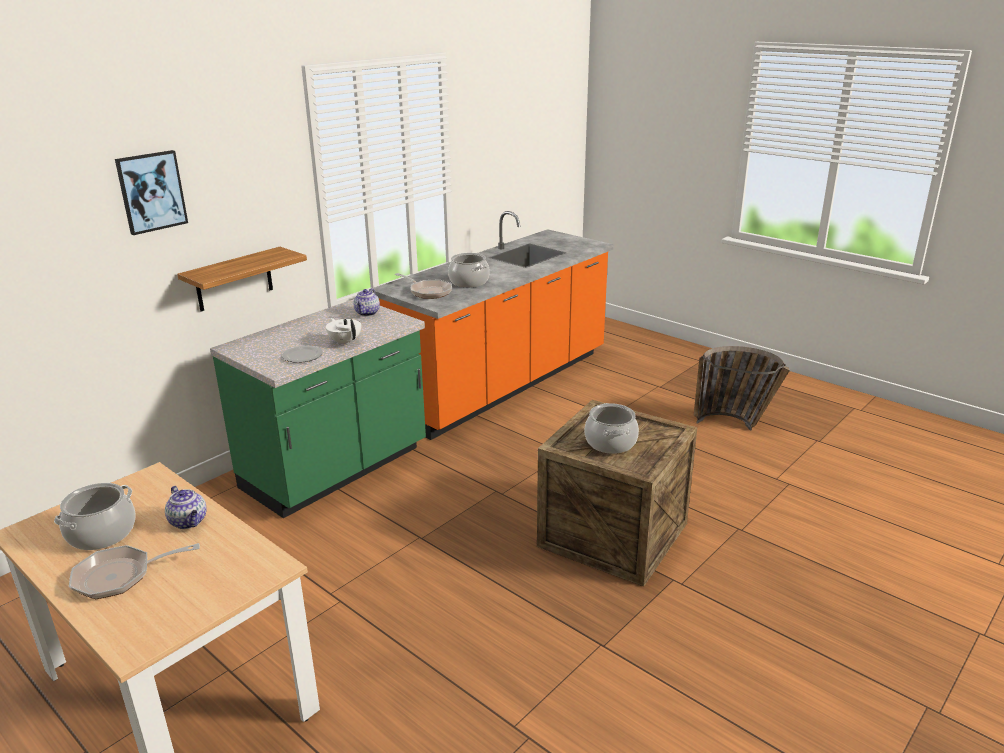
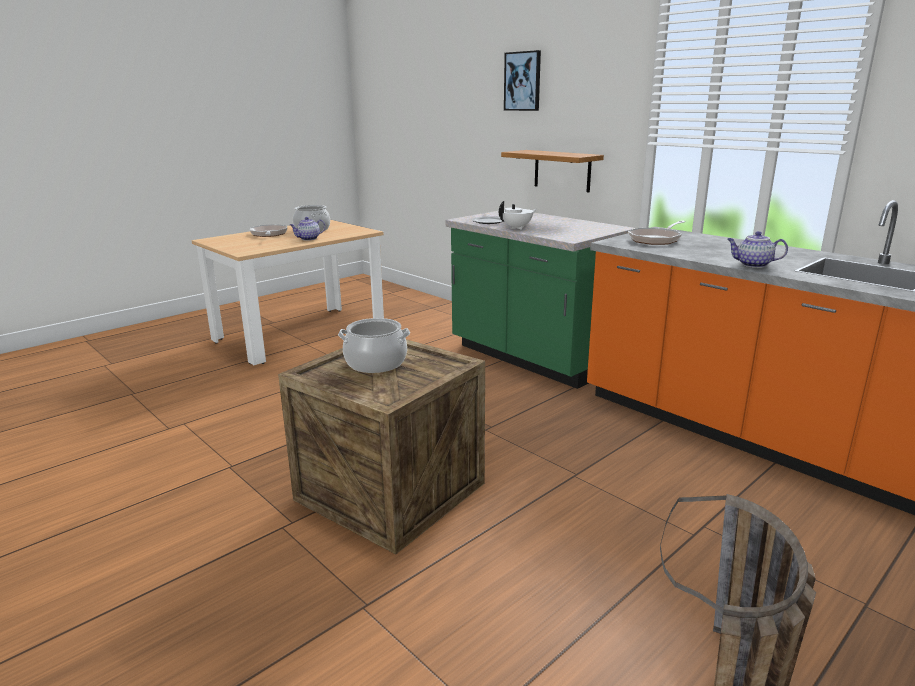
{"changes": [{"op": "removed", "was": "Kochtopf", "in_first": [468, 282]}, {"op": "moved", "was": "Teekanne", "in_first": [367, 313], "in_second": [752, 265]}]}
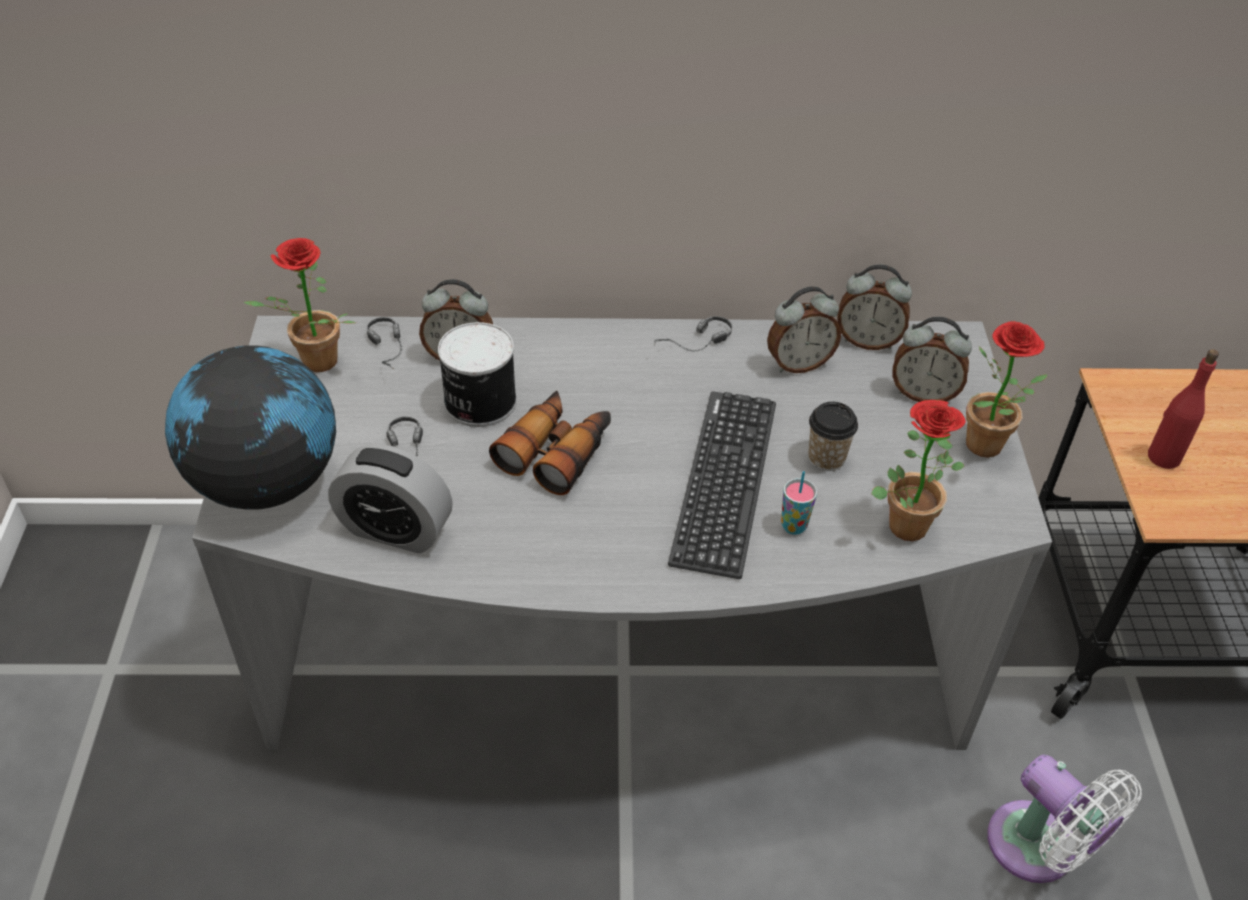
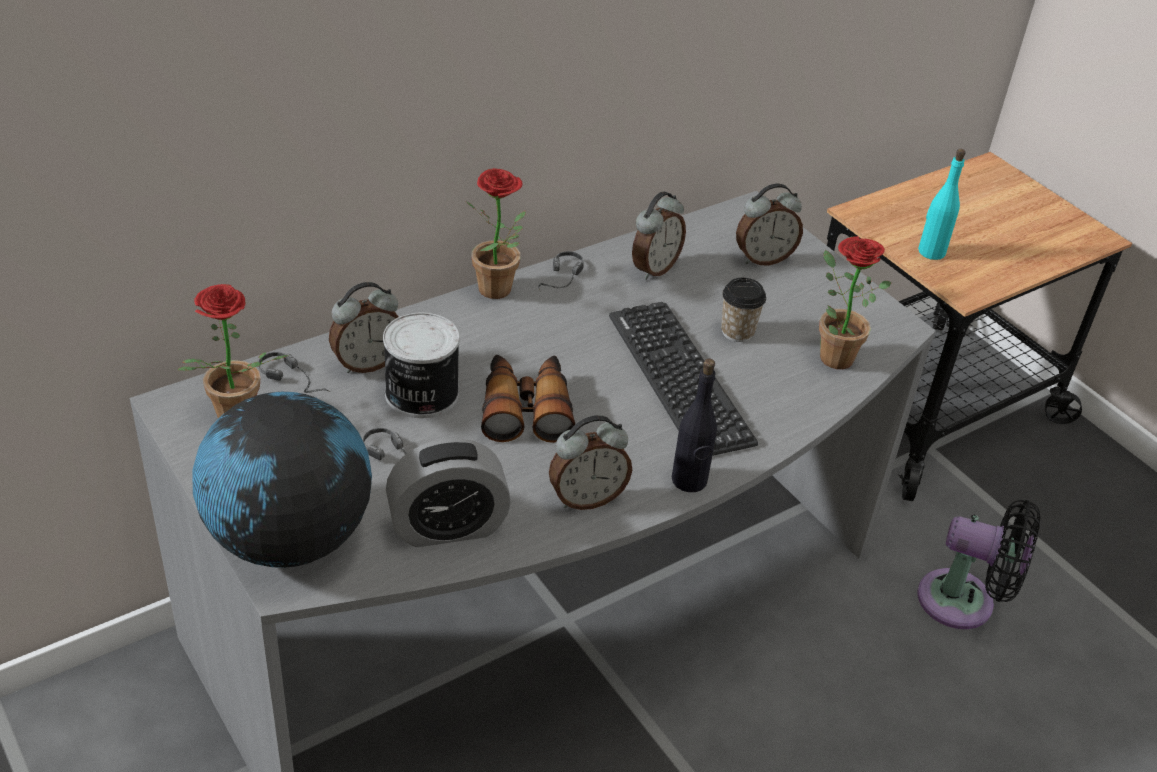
{"changes": [{"op": "moved", "was": "Wecker", "in_first": [868, 341], "in_second": [586, 498]}, {"op": "moved", "was": "Topfpflanze", "in_first": [986, 450], "in_second": [499, 293]}, {"op": "recoloured", "was": "Flasche (rot)", "now": "Flasche (türkis)", "in_first": [1163, 457], "in_second": [931, 252]}, {"op": "removed", "was": "Tasse", "in_first": [794, 526]}, {"op": "recoloured", "was": "Ventilator (weiß)", "now": "Ventilator (schwarz)", "in_first": [1039, 850], "in_second": [964, 602]}, {"op": "added", "now": "Flasche (schwarz)", "in_second": [689, 480]}]}
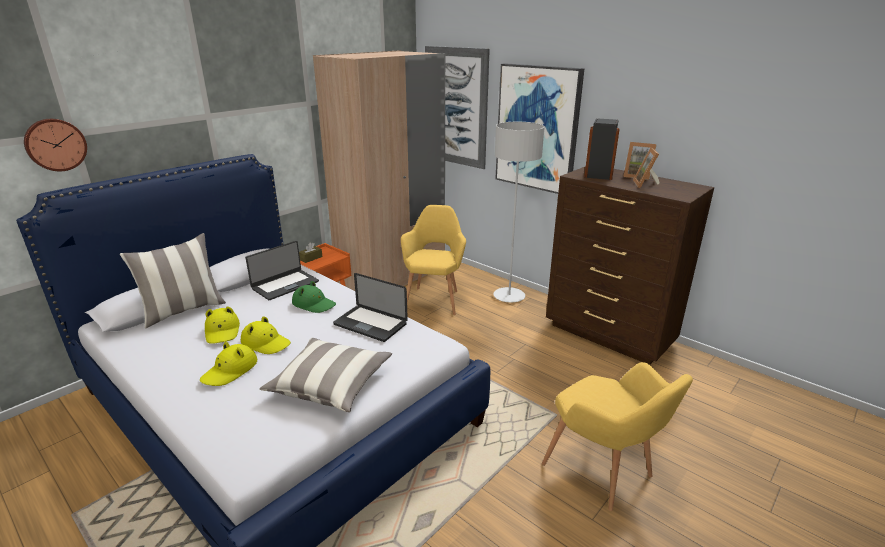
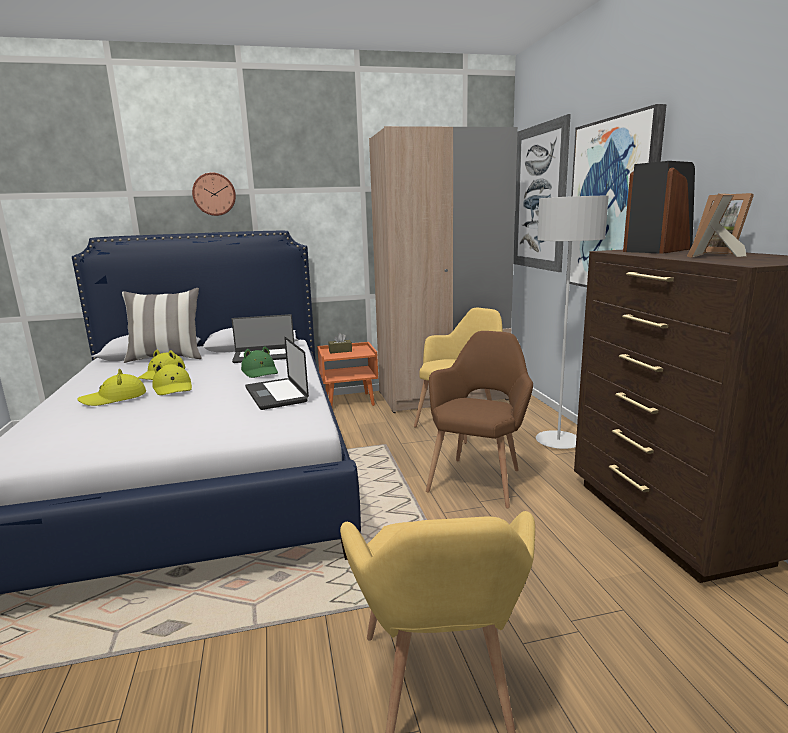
{"changes": [{"op": "moved", "was": "Wanduhr", "in_first": [55, 144], "in_second": [214, 194]}, {"op": "removed", "was": "Kissen", "in_first": [330, 385]}, {"op": "added", "now": "Sessel (braun)", "in_second": [479, 478]}]}
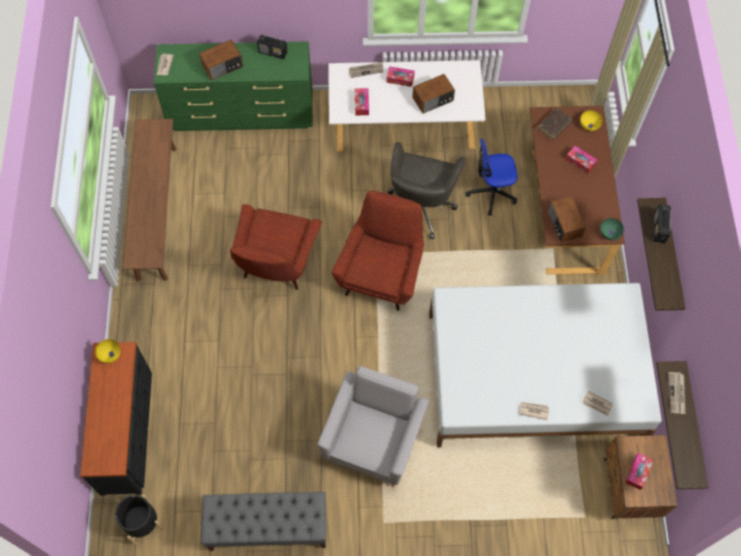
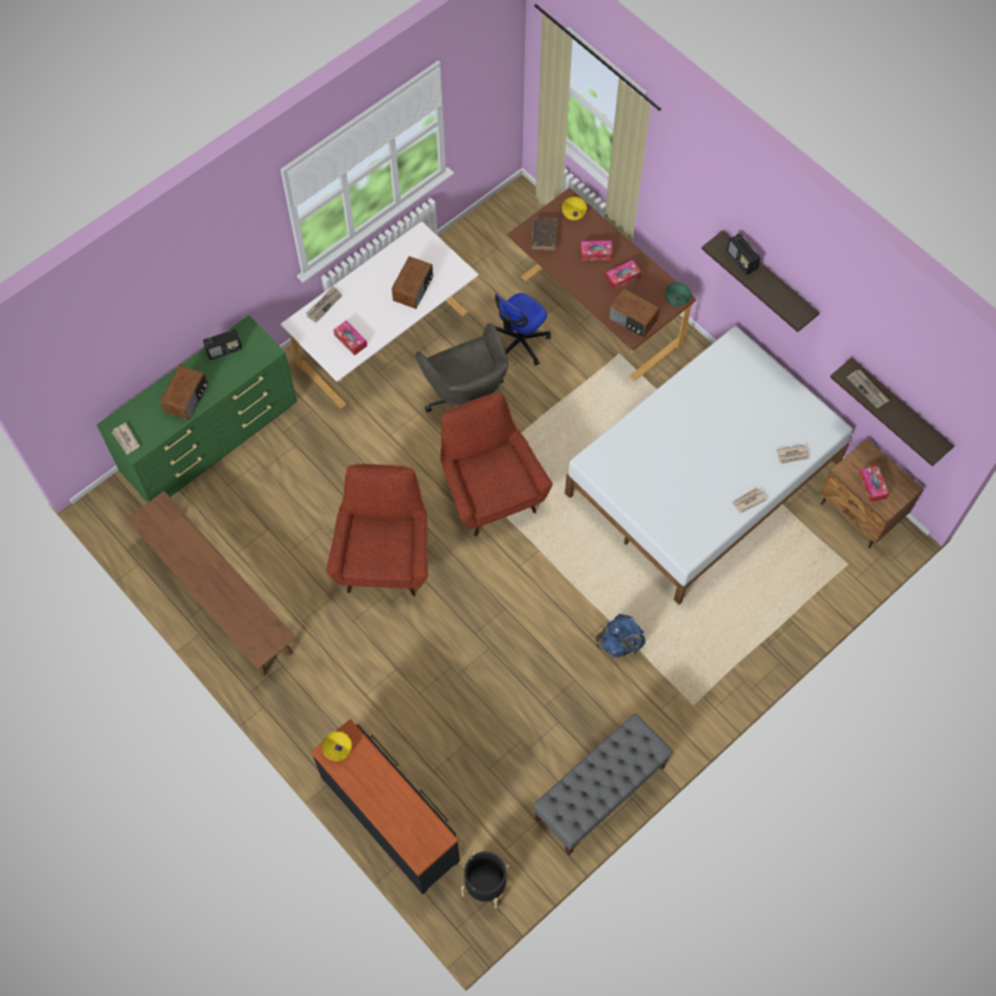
{"changes": [{"op": "moved", "was": "Taschentuchbox", "in_first": [400, 79], "in_second": [622, 278]}, {"op": "turned", "was": "Sessel (rot)", "in_first": [276, 264], "in_second": [384, 557], "clockwise": -150}, {"op": "replaced", "was": "Sessel (grau)", "now": "Rucksack (blau)", "in_first": [373, 440], "in_second": [620, 643]}]}
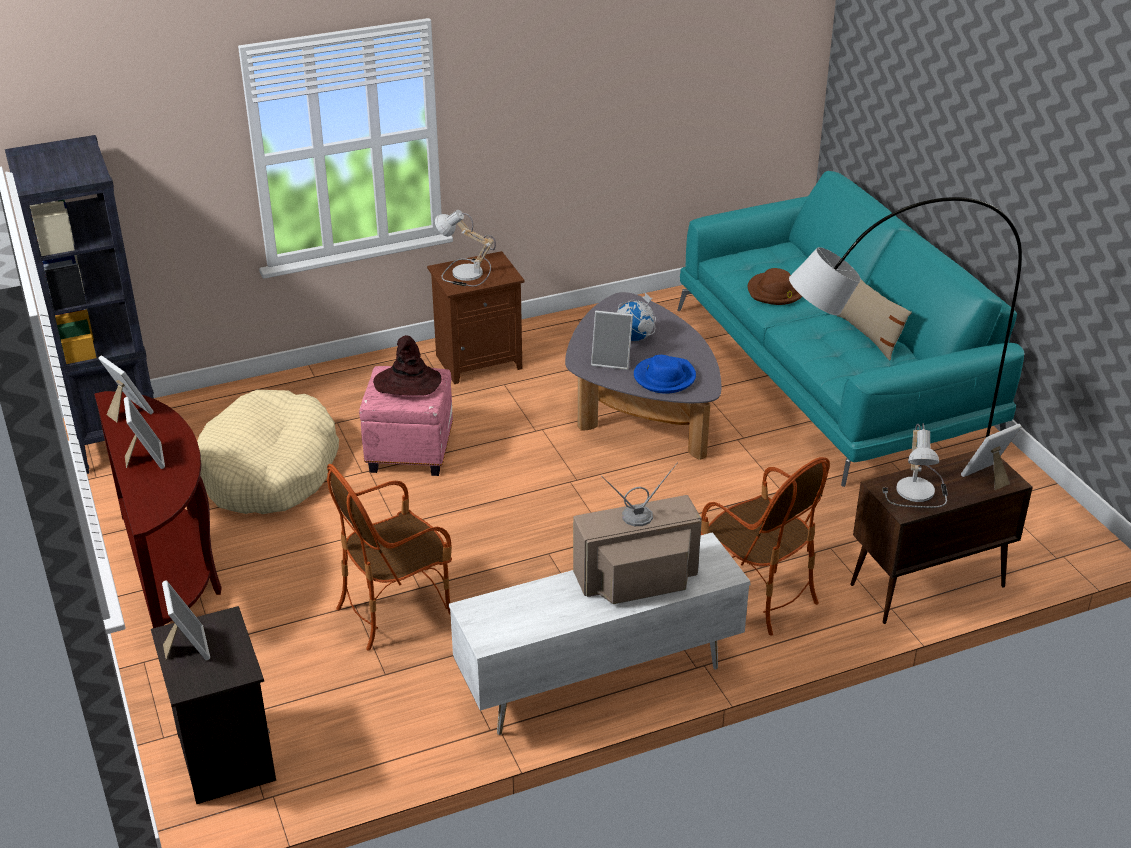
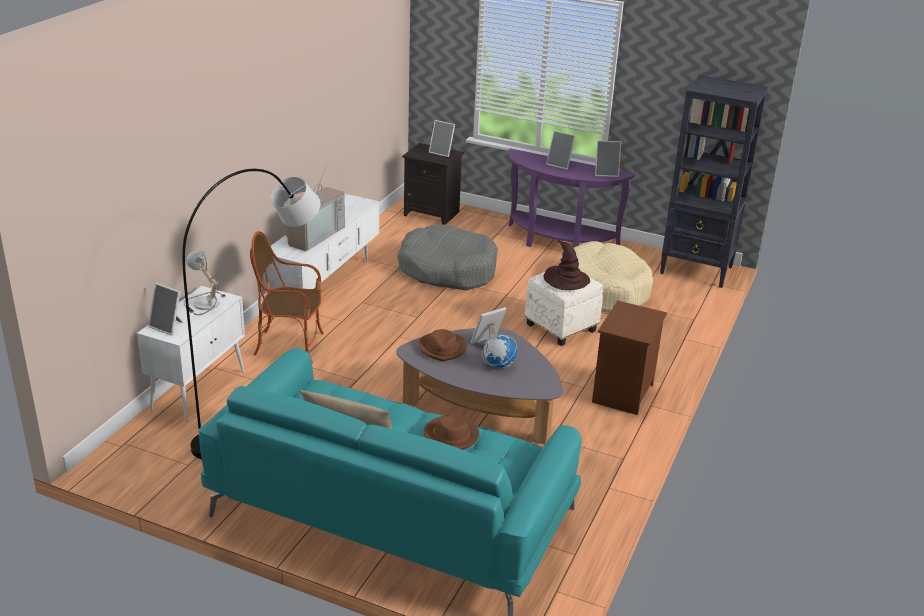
{"changes": [{"op": "removed", "was": "Tischlampe", "in_first": [464, 274]}, {"op": "recoloured", "was": "Hut (blau)", "now": "Hut (braun)", "in_first": [664, 377], "in_second": [443, 348]}, {"op": "recoloured", "was": "Polsterhocker (rosa)", "now": "Polsterhocker (weiß)", "in_first": [409, 451], "in_second": [562, 328]}, {"op": "recoloured", "was": "Konsolentisch (braun)", "now": "Konsolentisch (lila)", "in_first": [172, 573], "in_second": [558, 243]}, {"op": "turned", "was": "Bilderrahmen", "in_first": [987, 477], "in_second": [168, 327], "clockwise": 105}, {"op": "recoloured", "was": "Schrank (braun)", "now": "Schrank (weiß)", "in_first": [926, 586], "in_second": [199, 389]}, {"op": "replaced", "was": "Sessel", "now": "Hundebett (grau)", "in_first": [396, 610], "in_second": [447, 270]}]}
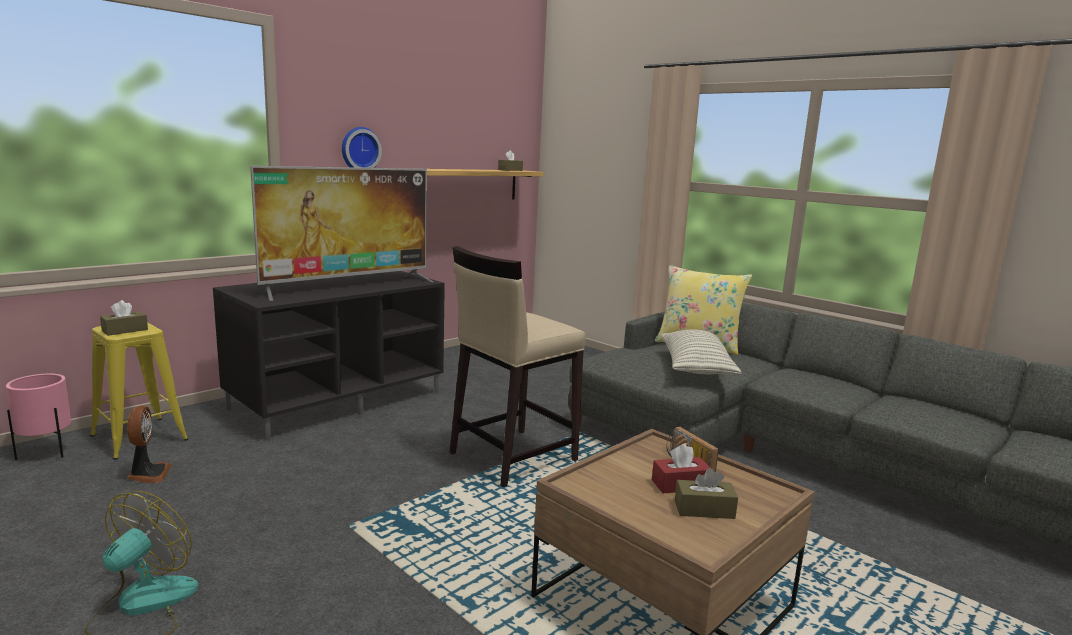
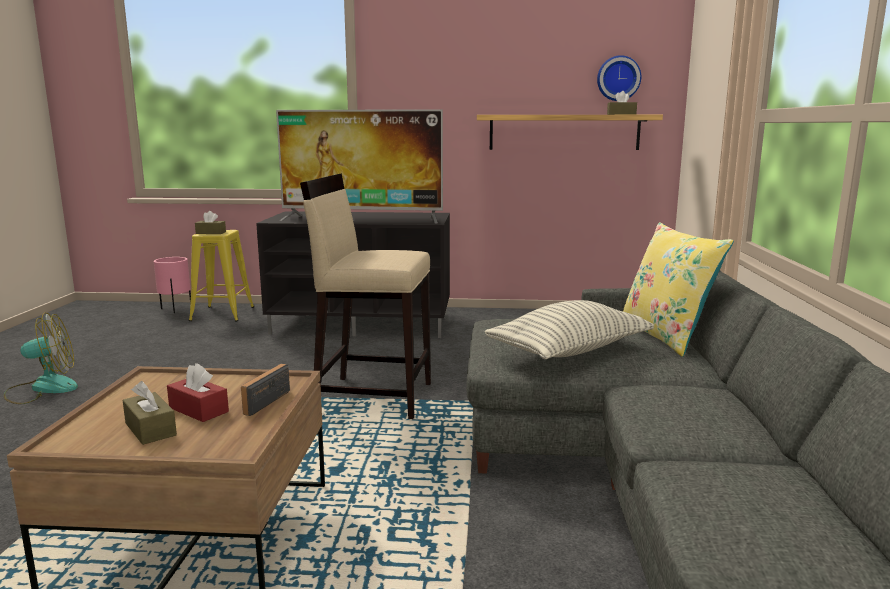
{"changes": [{"op": "moved", "was": "Wanduhr", "in_first": [359, 149], "in_second": [618, 78]}, {"op": "removed", "was": "Ventilator", "in_first": [148, 474]}]}
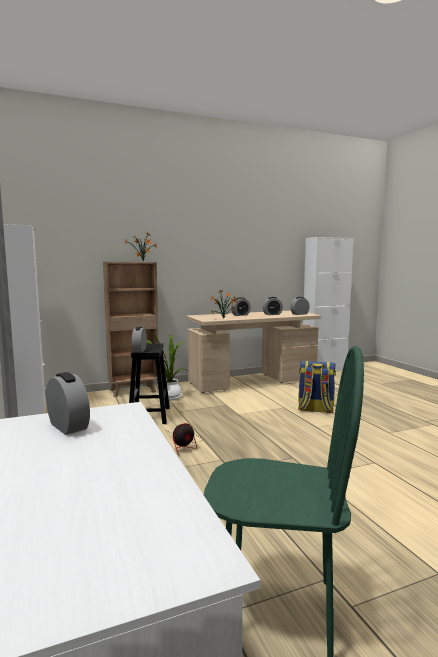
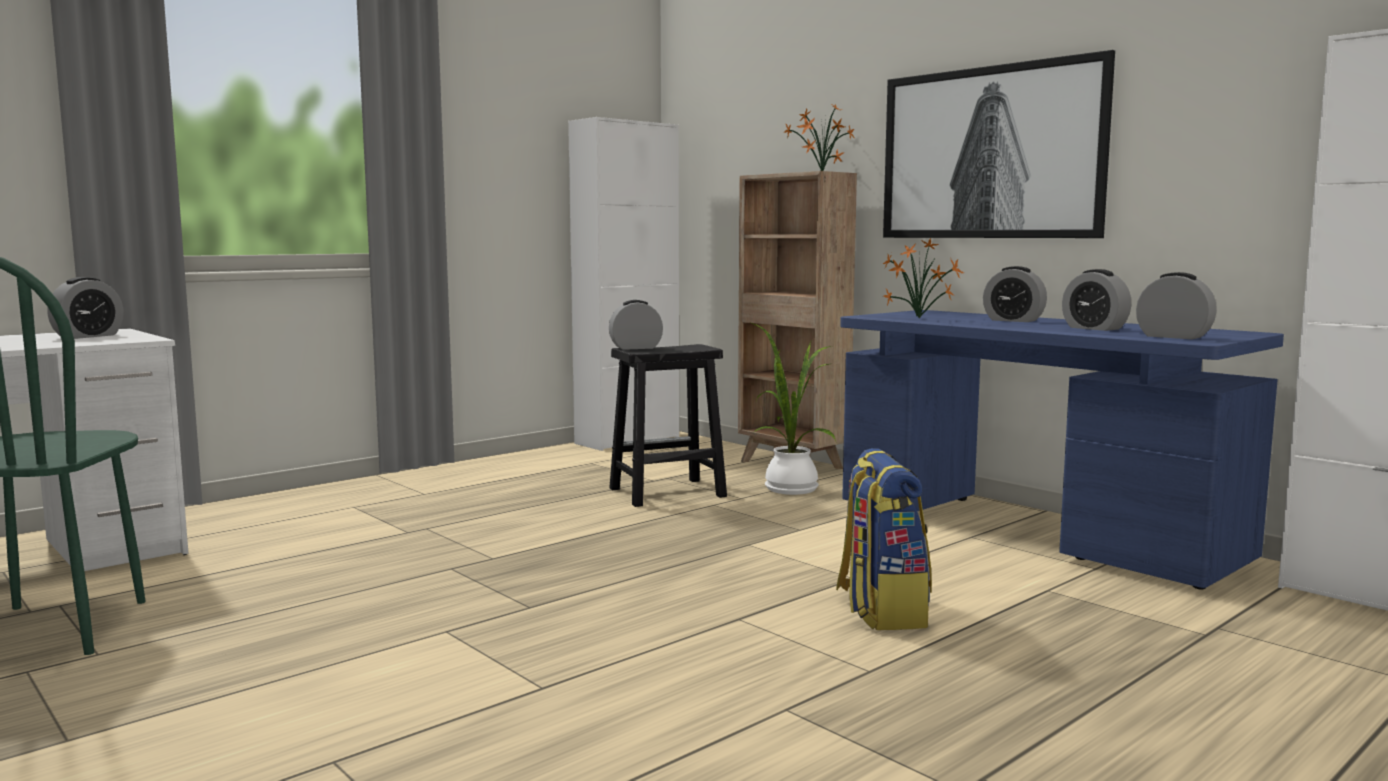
{"changes": [{"op": "recoloured", "was": "Schreibtisch (beige)", "now": "Schreibtisch (blau)", "in_first": [252, 381], "in_second": [1031, 532]}, {"op": "removed", "was": "Ventilator", "in_first": [185, 445]}, {"op": "added", "now": "Bild", "in_second": [991, 153]}]}
